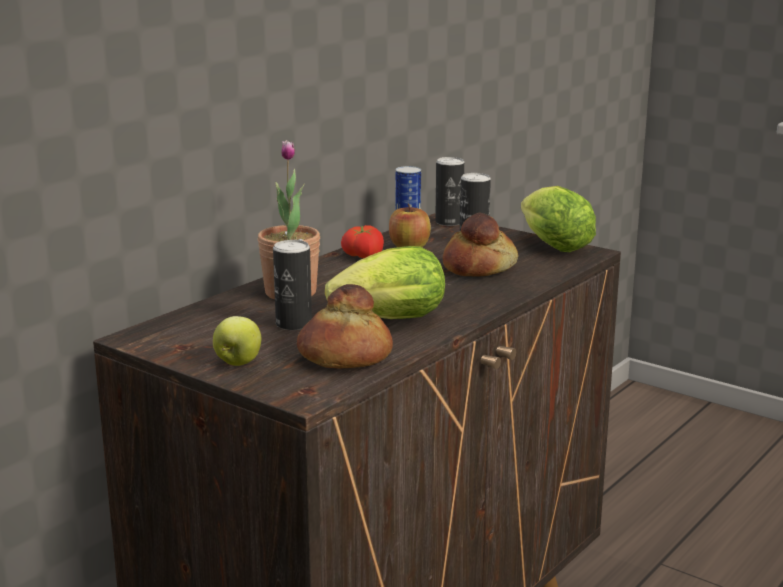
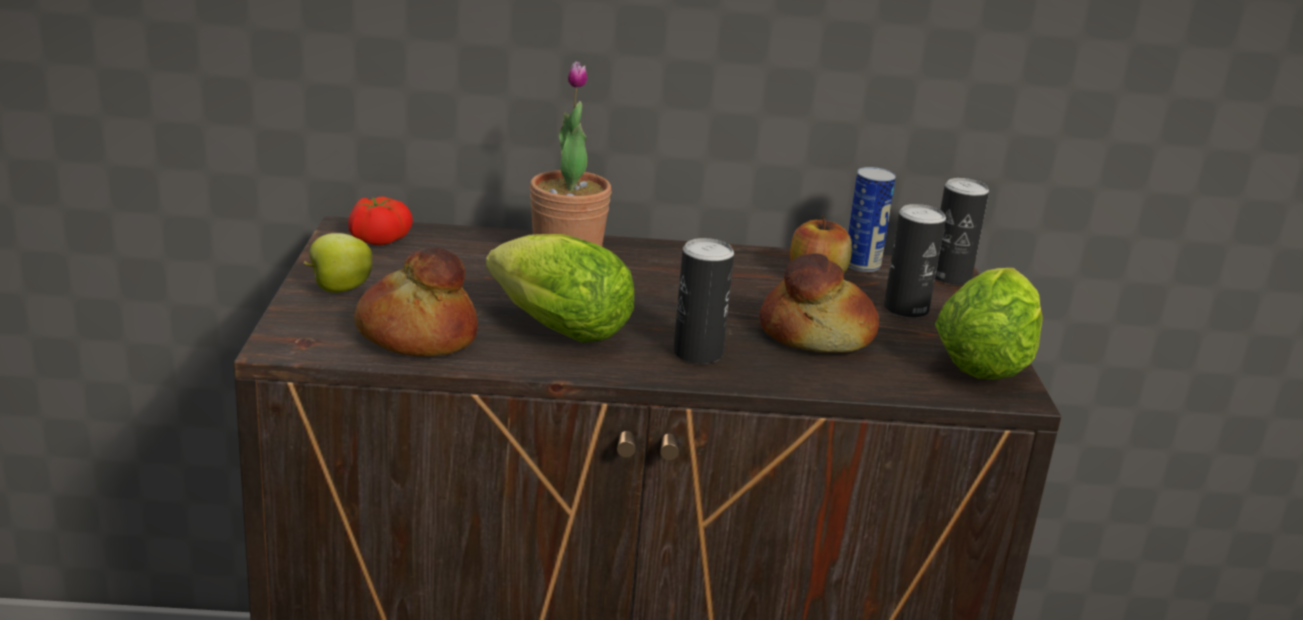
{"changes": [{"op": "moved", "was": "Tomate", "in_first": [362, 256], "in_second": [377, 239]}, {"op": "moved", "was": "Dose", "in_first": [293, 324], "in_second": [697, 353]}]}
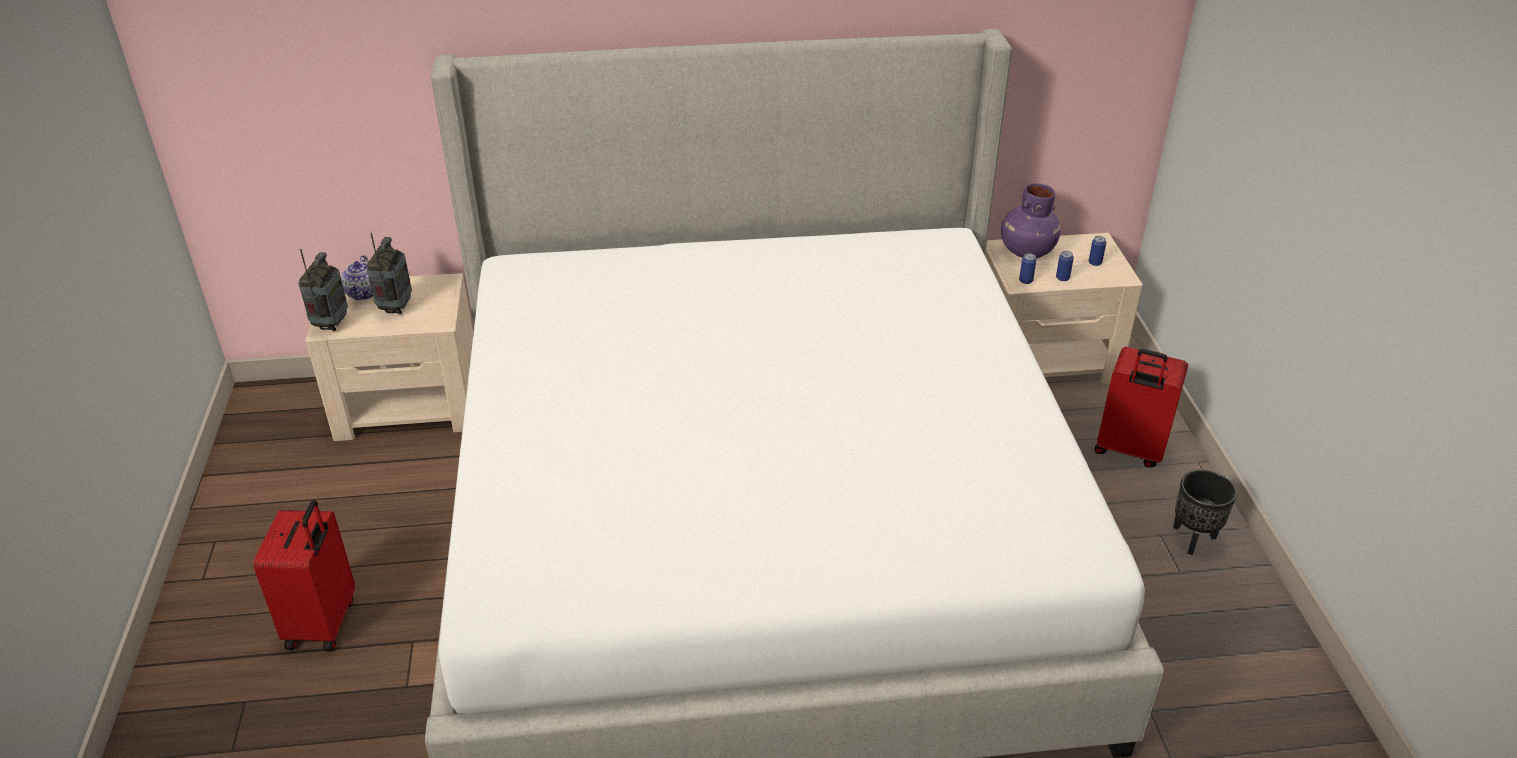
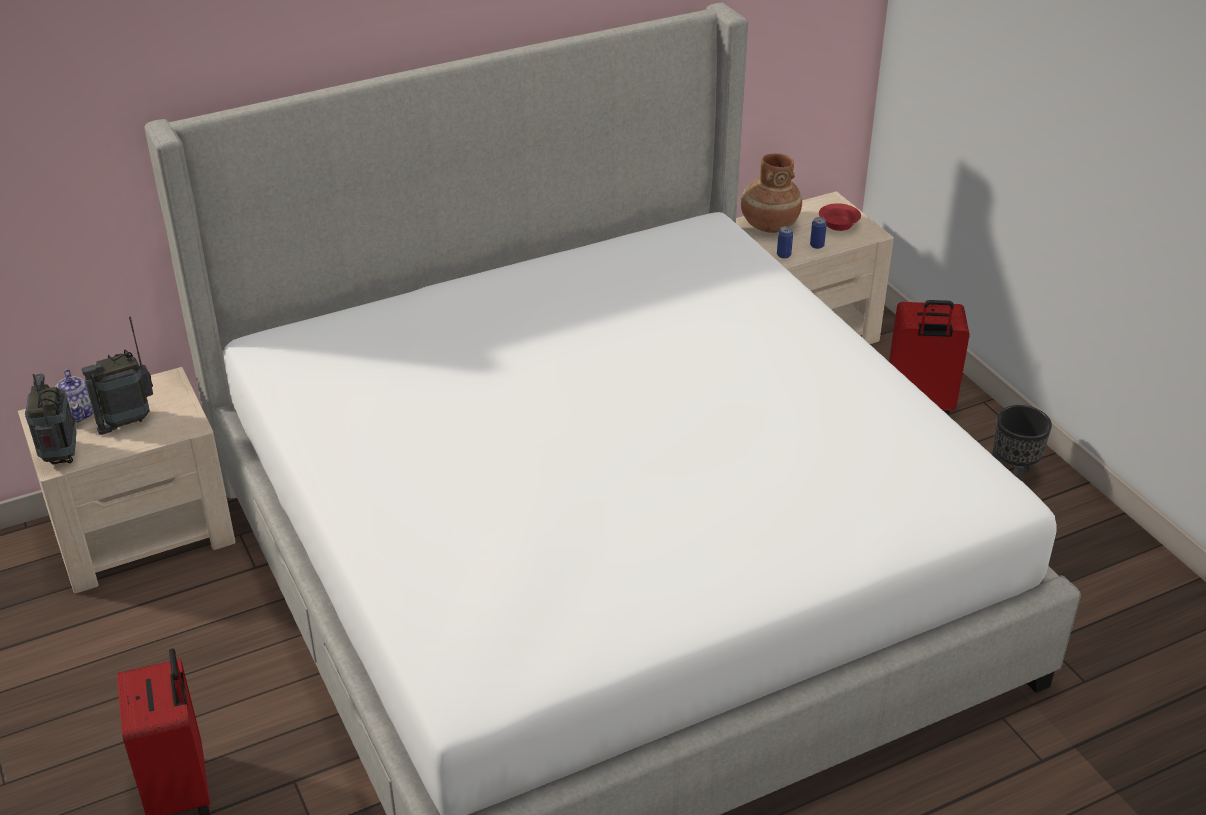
{"changes": [{"op": "recoloured", "was": "Vase (lila)", "now": "Vase (braun)", "in_first": [1026, 251], "in_second": [769, 225]}, {"op": "turned", "was": "Radio", "in_first": [396, 308], "in_second": [128, 421], "clockwise": -105}, {"op": "replaced", "was": "Dose", "now": "Schüssel (rot)", "in_first": [1095, 263], "in_second": [839, 224]}]}
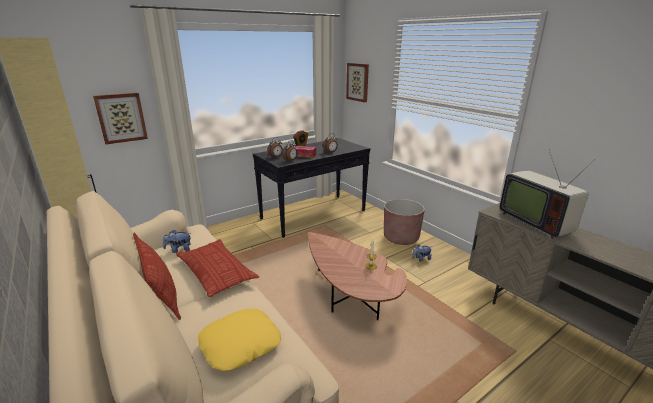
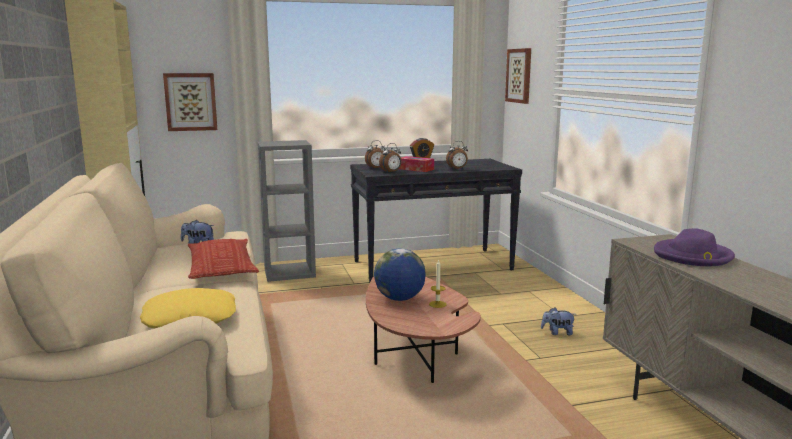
{"changes": [{"op": "replaced", "was": "Fernseher", "now": "Hut (lila)", "in_first": [536, 222], "in_second": [692, 256]}, {"op": "removed", "was": "Pflanzkübel (braun)", "in_first": [401, 238]}, {"op": "removed", "was": "Kissen", "in_first": [161, 294]}, {"op": "added", "now": "Bücherregal (grau)", "in_second": [290, 272]}, {"op": "added", "now": "Globus", "in_second": [399, 299]}]}
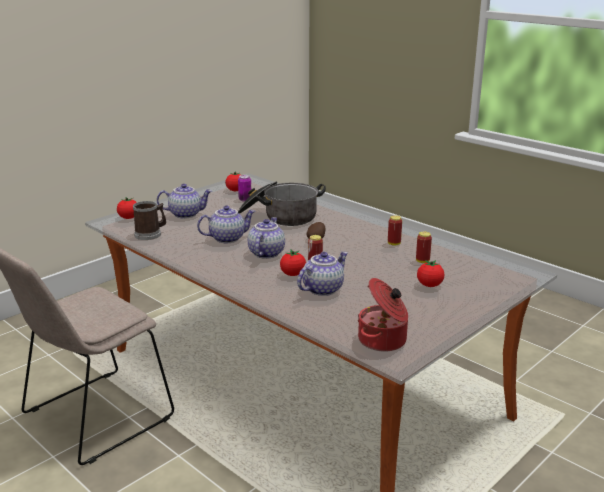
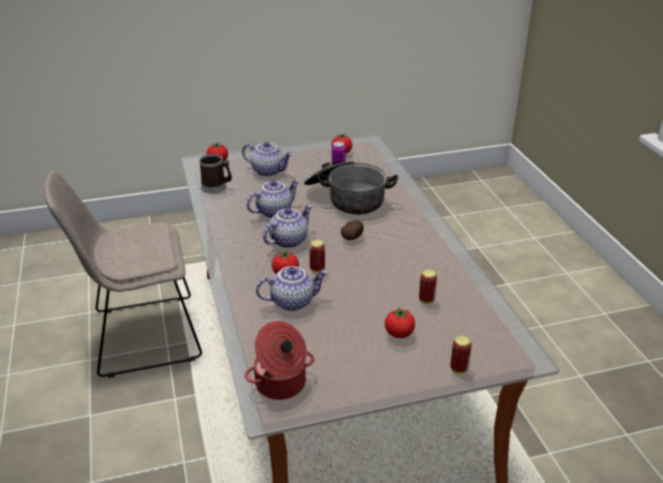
{"changes": [{"op": "turned", "was": "Teekanne", "in_first": [227, 238], "in_second": [274, 211], "clockwise": -45}, {"op": "moved", "was": "Dose", "in_first": [394, 244], "in_second": [458, 369]}]}
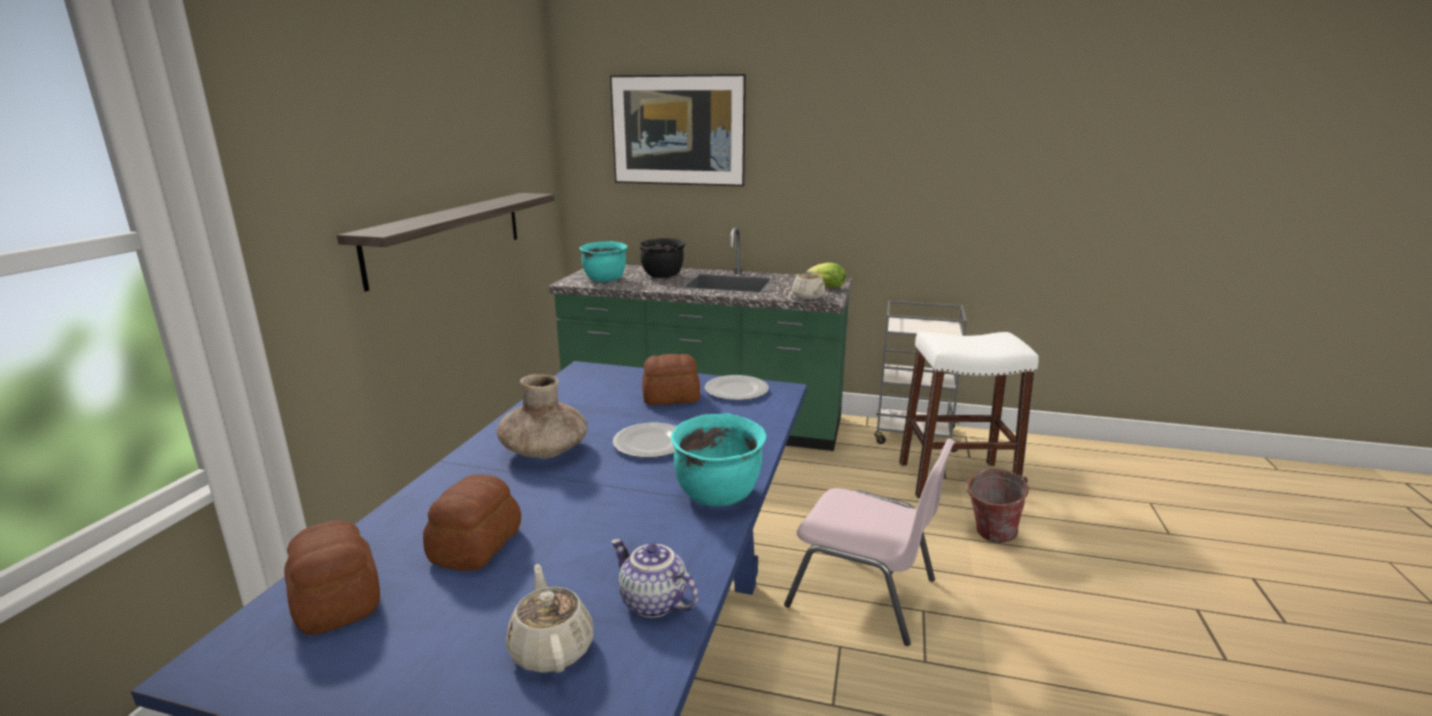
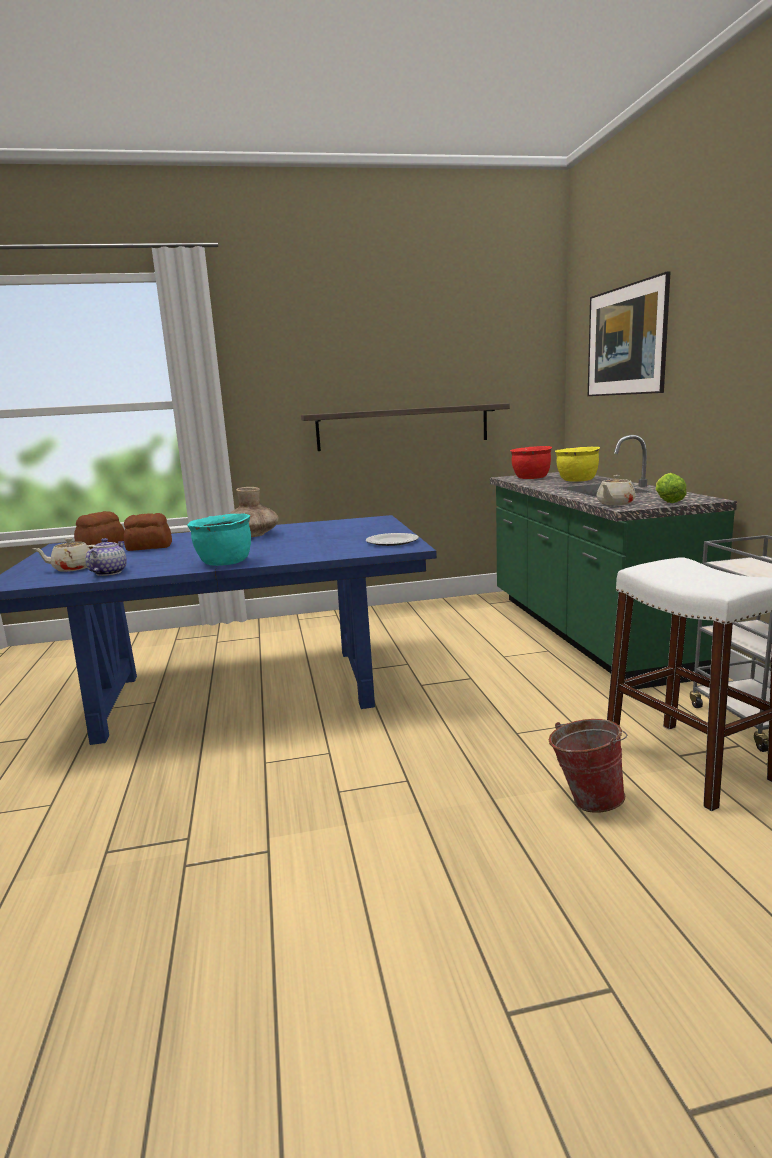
{"changes": [{"op": "recoloured", "was": "Kochtopf (schwarz)", "now": "Kochtopf (gelb)", "in_first": [663, 276], "in_second": [577, 481]}, {"op": "recoloured", "was": "Kochtopf (türkis)", "now": "Kochtopf (rot)", "in_first": [605, 280], "in_second": [531, 478]}, {"op": "removed", "was": "Brot", "in_first": [670, 397]}, {"op": "removed", "was": "Teller", "in_first": [650, 443]}, {"op": "removed", "was": "Stuhl (rosa)", "in_first": [864, 593]}, {"op": "turned", "was": "Teekanne (beige)", "in_first": [551, 648], "in_second": [72, 568], "clockwise": -150}]}
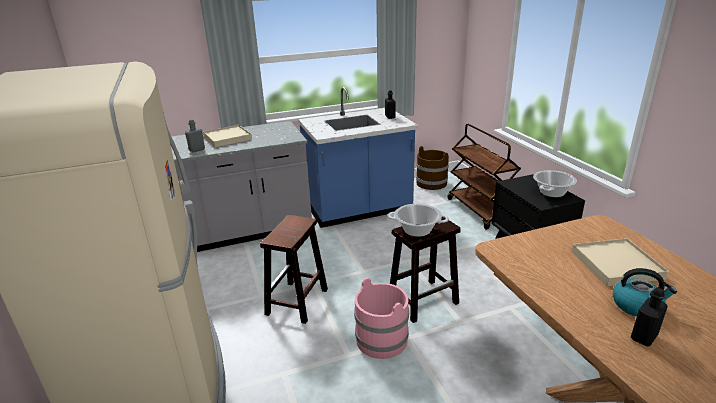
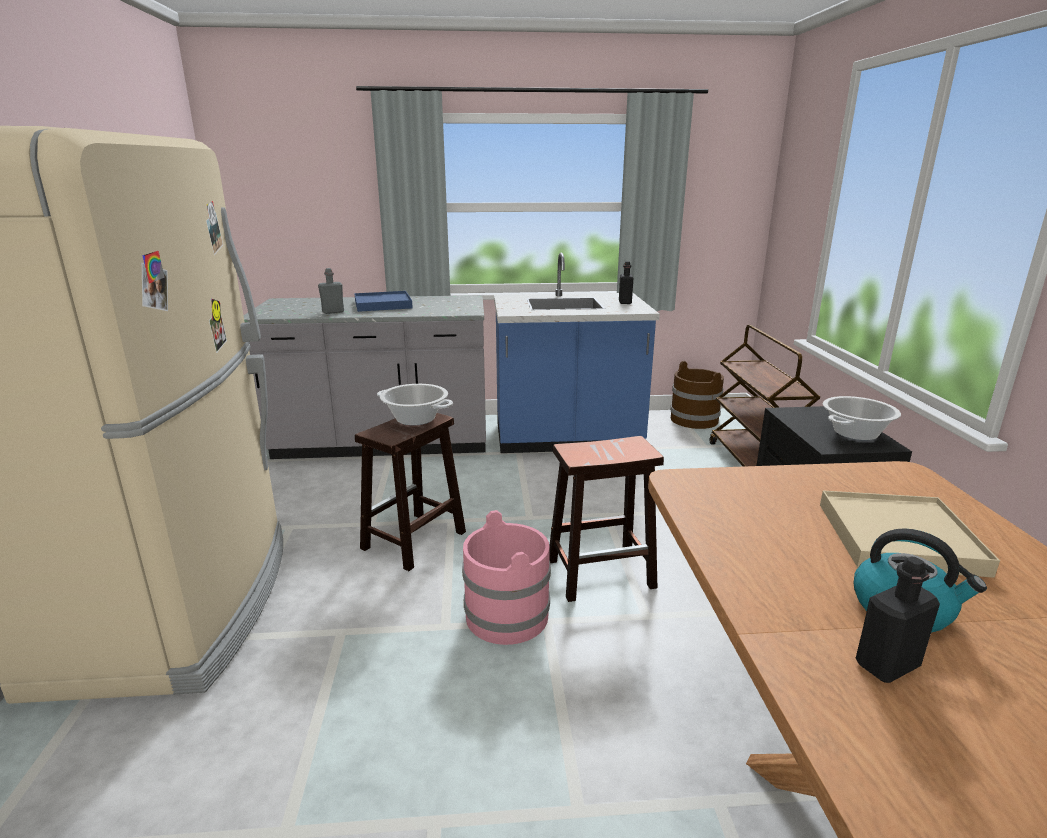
{"changes": [{"op": "recoloured", "was": "Tablett (beige)", "now": "Tablett (blau)", "in_first": [227, 138], "in_second": [383, 304]}, {"op": "moved", "was": "Kochtopf", "in_first": [417, 230], "in_second": [415, 419]}]}
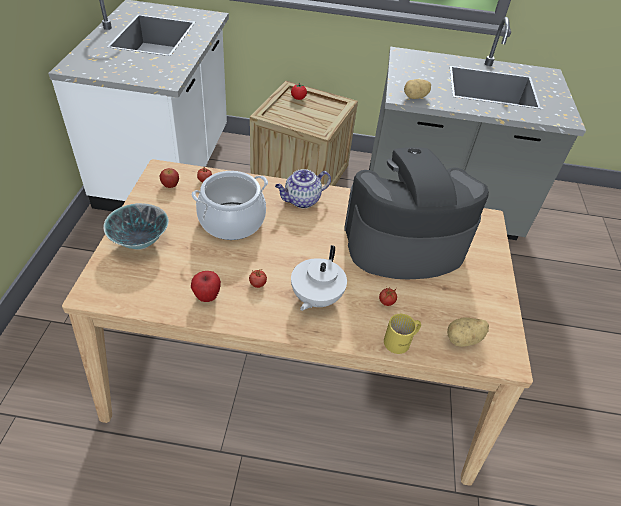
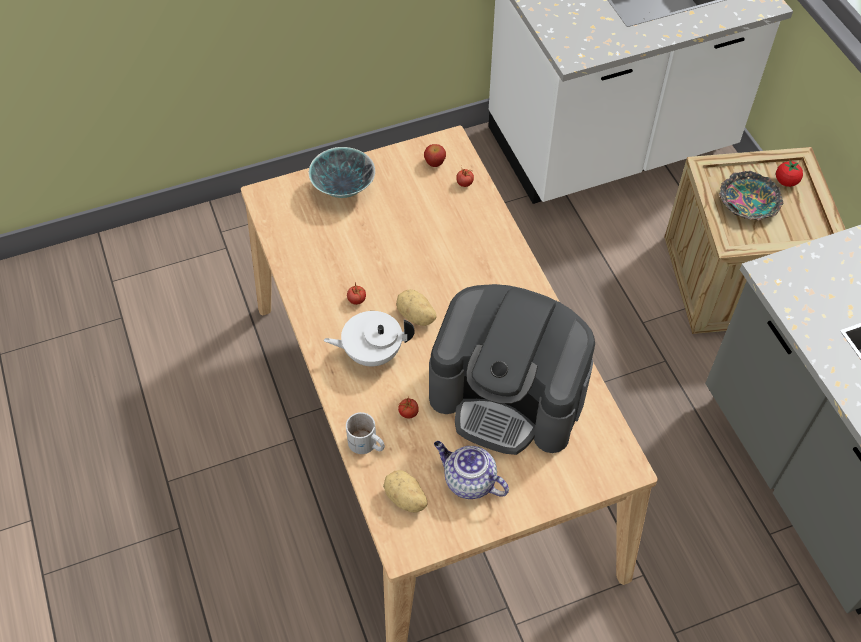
{"changes": [{"op": "moved", "was": "Kartoffel", "in_first": [415, 97], "in_second": [416, 316]}, {"op": "turned", "was": "Kaffeemaschine", "in_first": [403, 243], "in_second": [509, 395], "clockwise": 150}, {"op": "moved", "was": "Teekanne", "in_first": [301, 200], "in_second": [468, 481]}, {"op": "removed", "was": "Kochtopf", "in_first": [231, 221]}, {"op": "removed", "was": "Apfel", "in_first": [207, 297]}, {"op": "recoloured", "was": "Henkelbecher (gelb)", "now": "Henkelbecher (weiß)", "in_first": [401, 341], "in_second": [366, 445]}, {"op": "added", "now": "Schüssel", "in_second": [748, 203]}]}
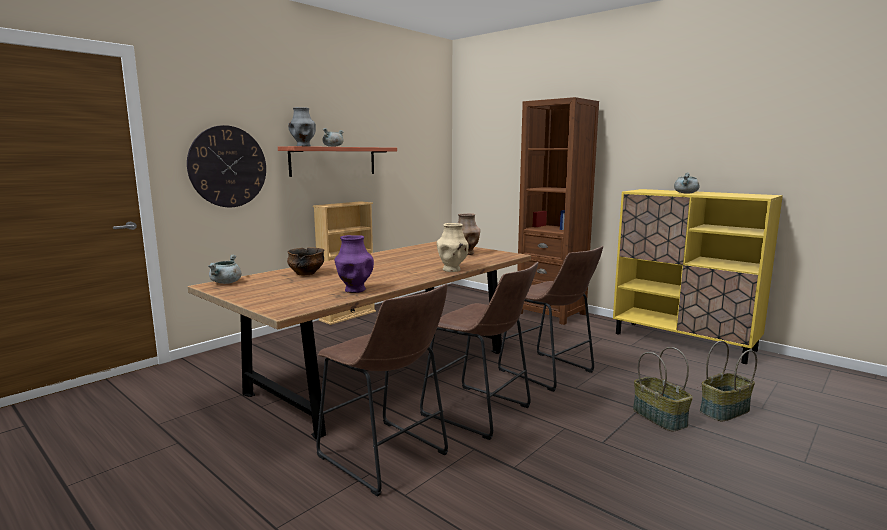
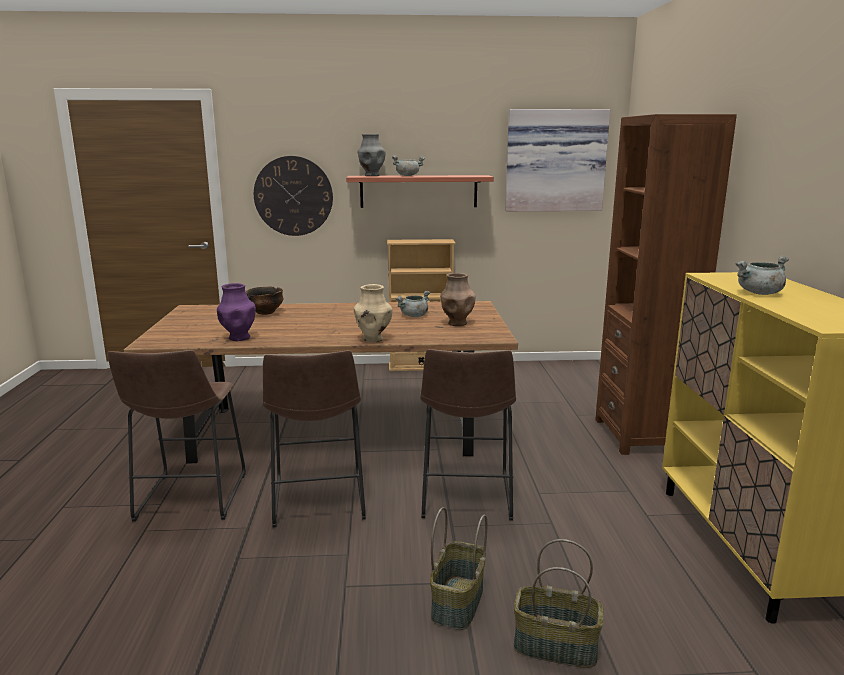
{"changes": [{"op": "moved", "was": "Kochtopf (grau)", "in_first": [226, 283], "in_second": [414, 316]}, {"op": "added", "now": "Bild", "in_second": [555, 161]}]}
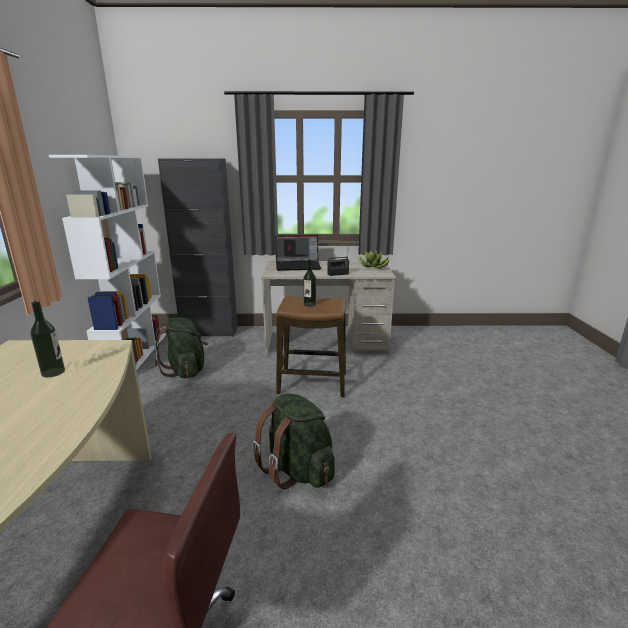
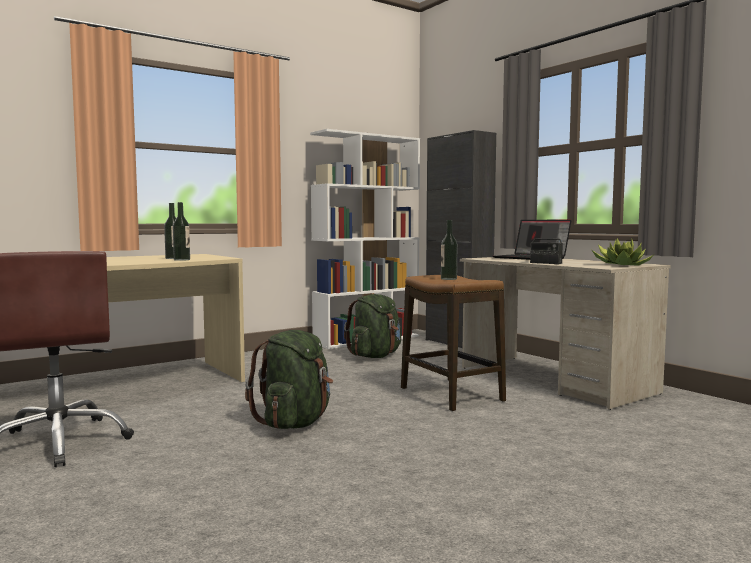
{"changes": [{"op": "added", "now": "Flasche", "in_second": [182, 260]}]}
